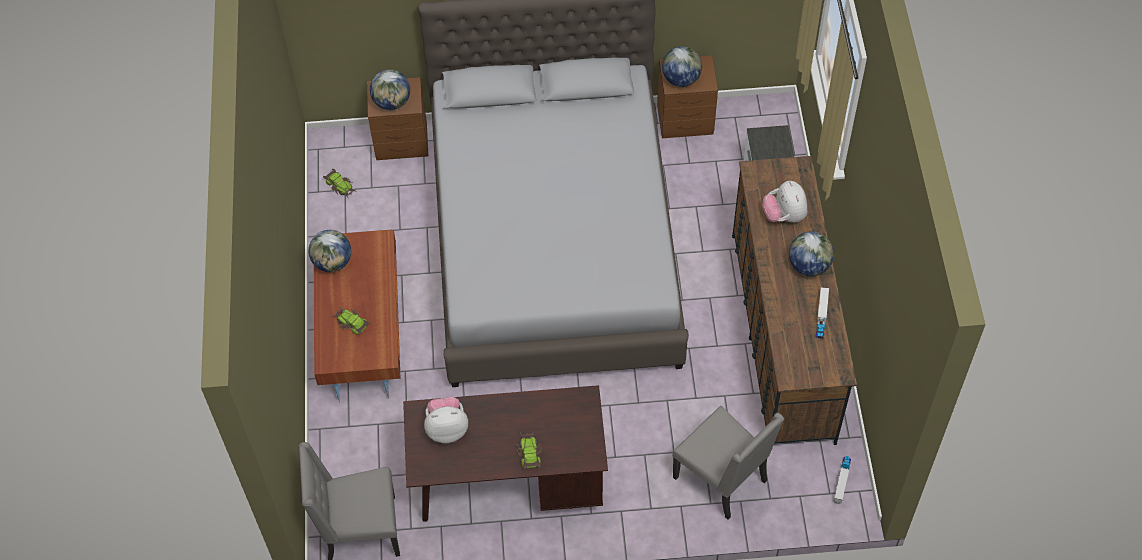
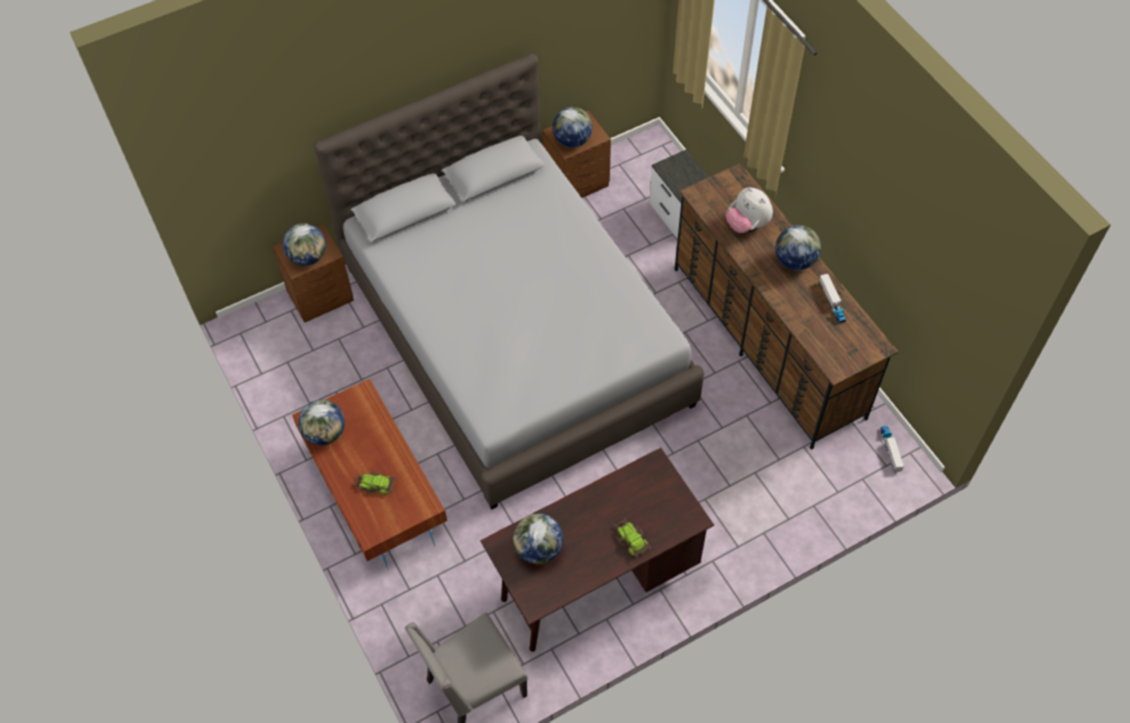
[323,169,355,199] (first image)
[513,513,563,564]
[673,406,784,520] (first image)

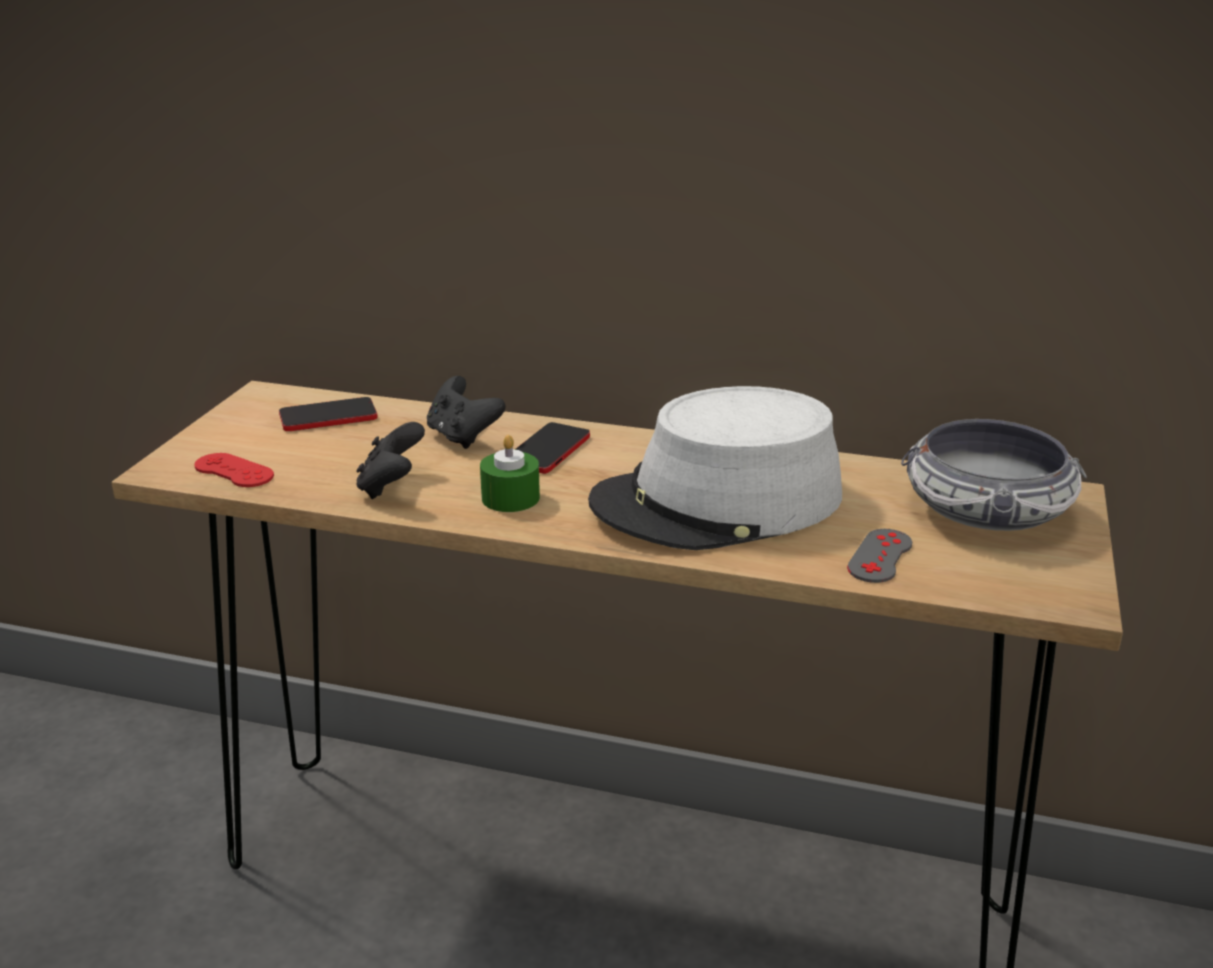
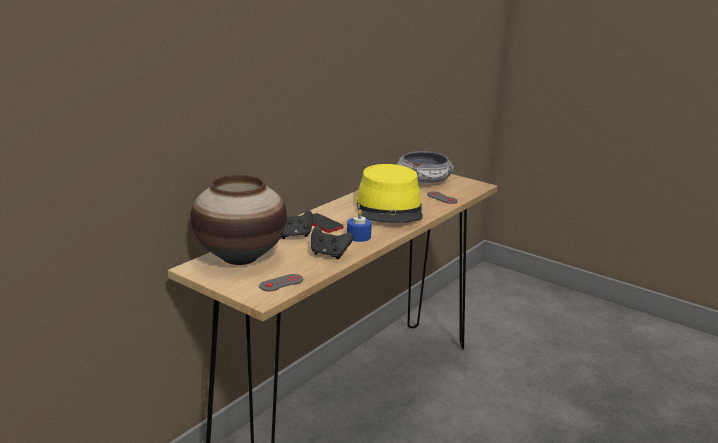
[259,274,303,291]
[190,175,287,265]
[347,210,372,242]
[355,164,423,223]

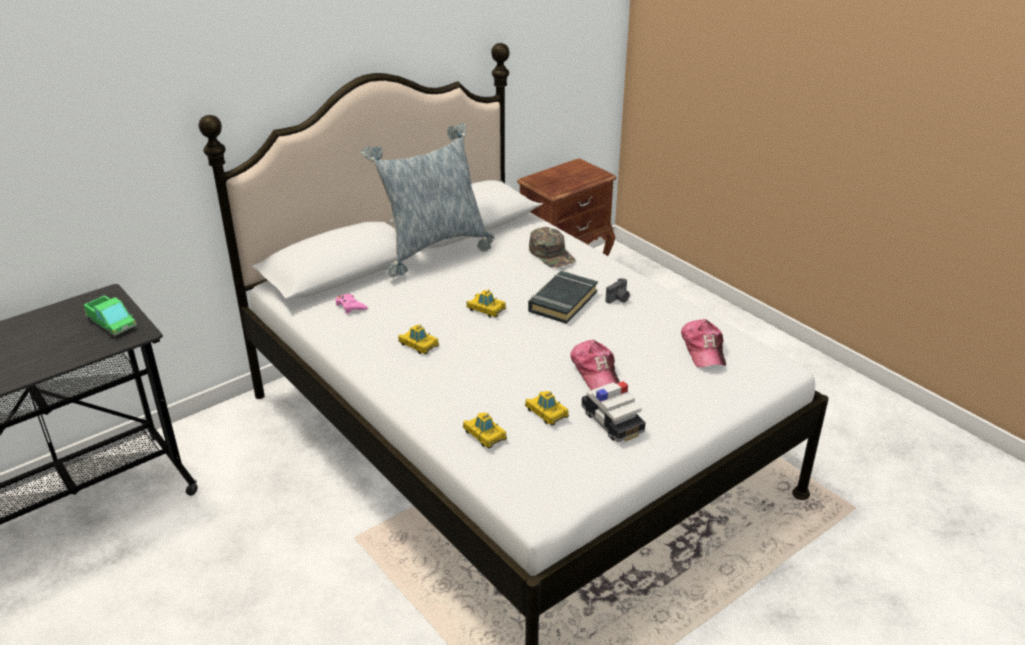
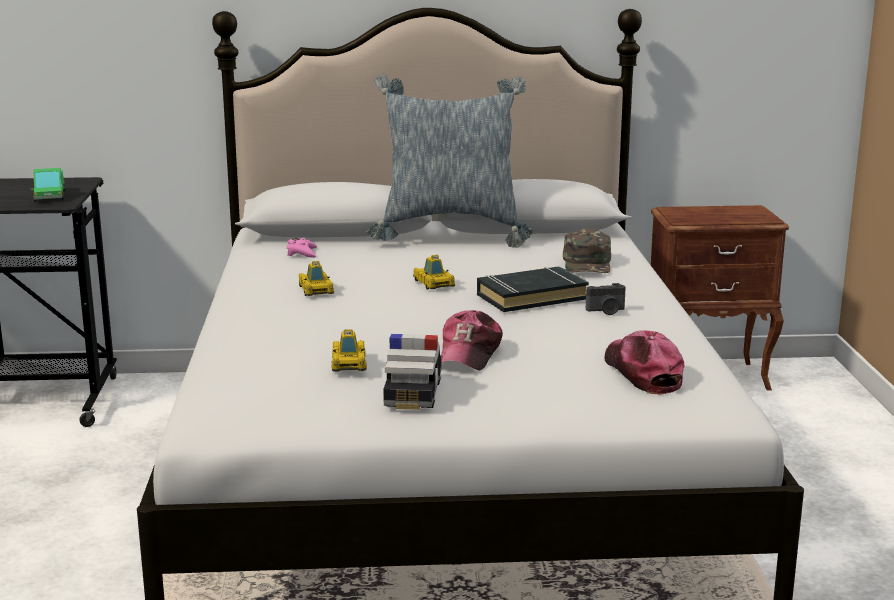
[463,412,507,448] (first image)
[604,330,684,395]

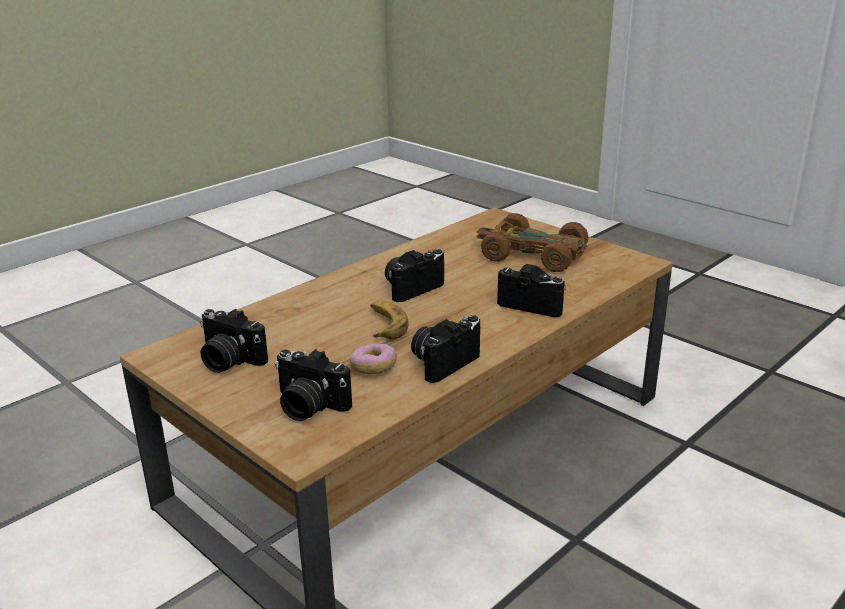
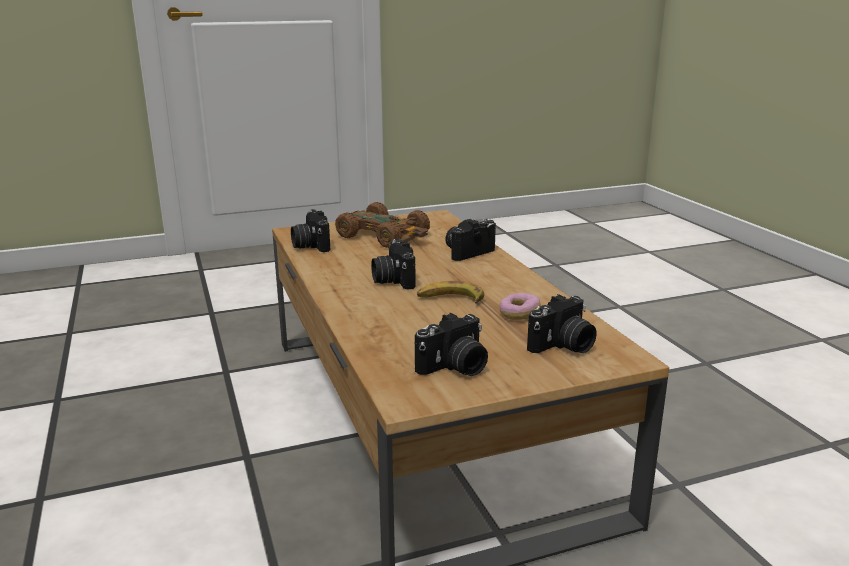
[291,209,330,252]
[335,202,430,248]

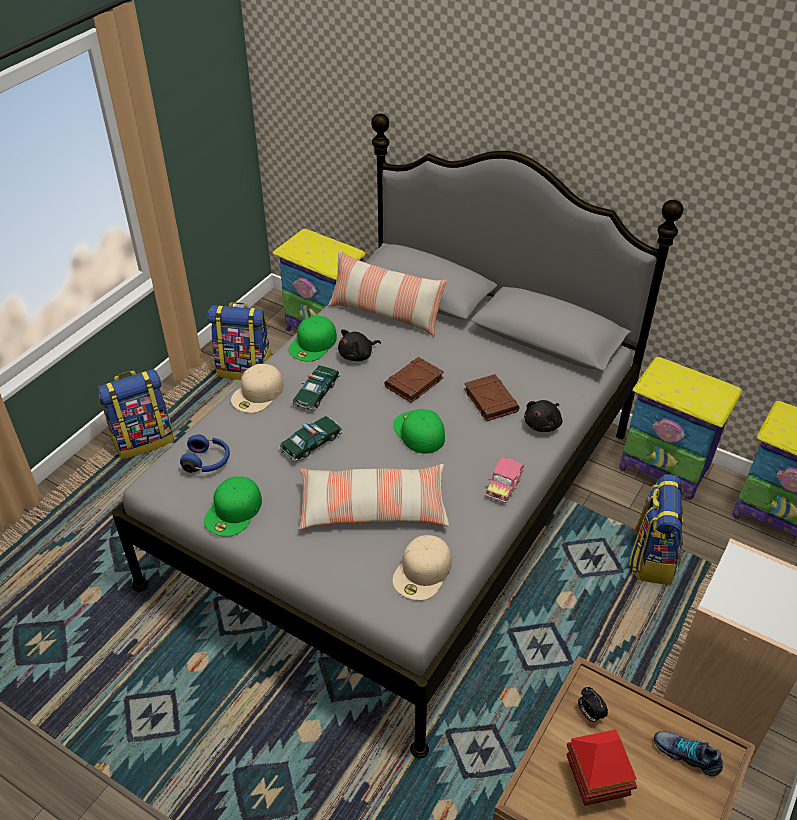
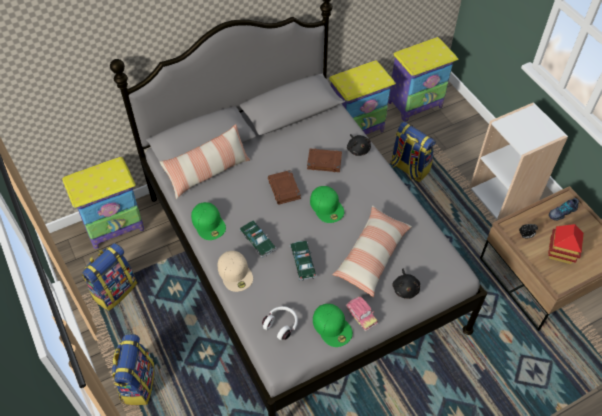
[262,306,298,340]
[392,269,420,299]
[392,535,452,601] (first image)
[310,186,344,223]
[346,297,378,331]

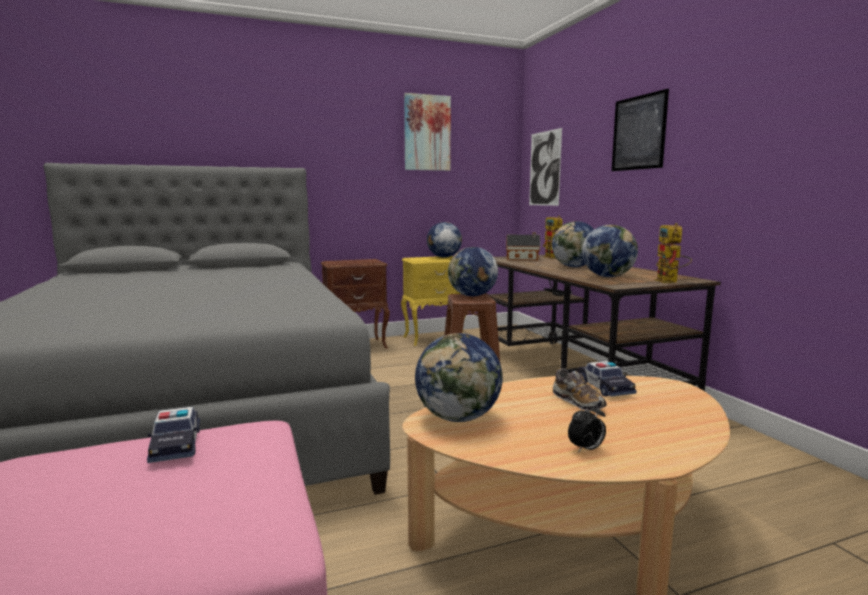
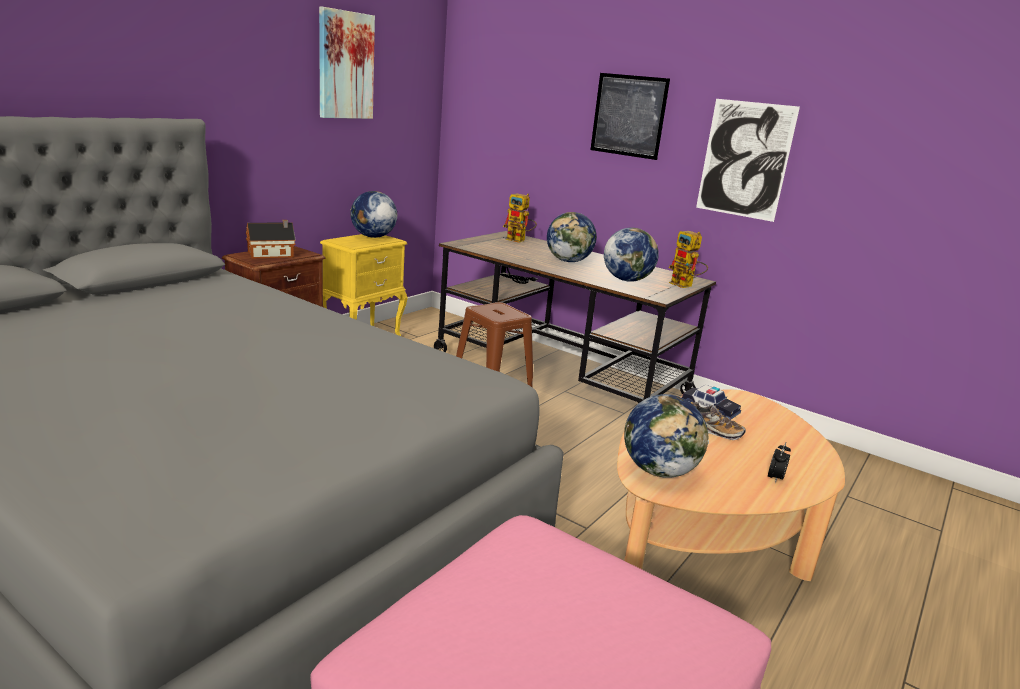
[147,407,200,463] (first image)
[448,247,498,296] (first image)
[246,220,296,258]
[696,99,800,222]

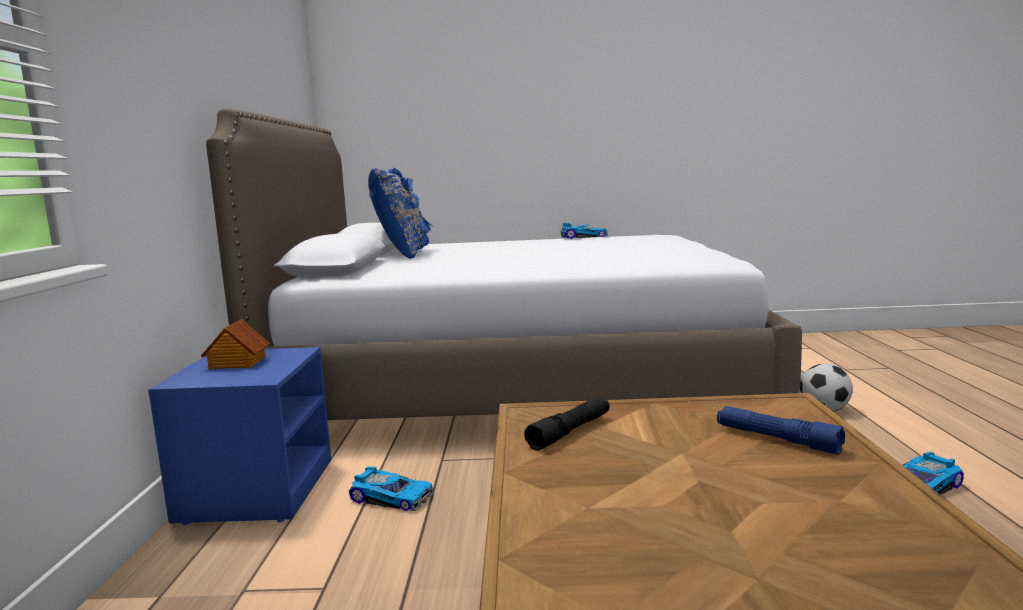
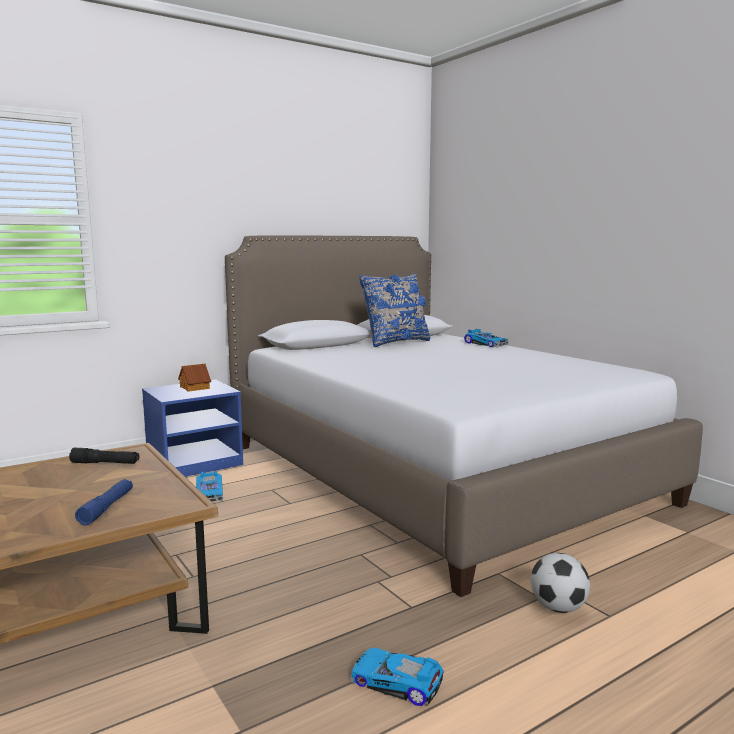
[464,329,509,347]

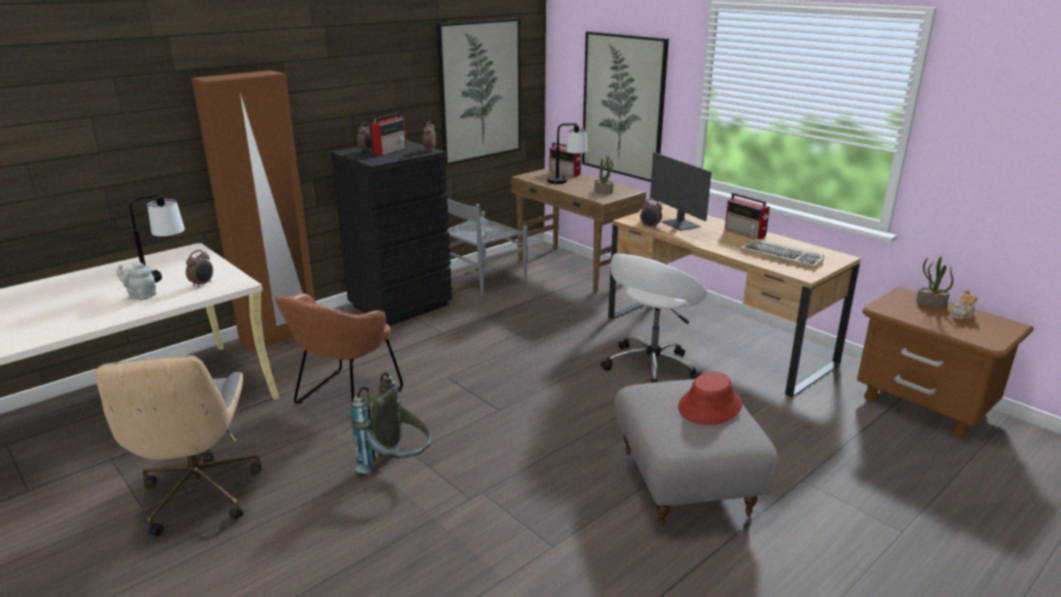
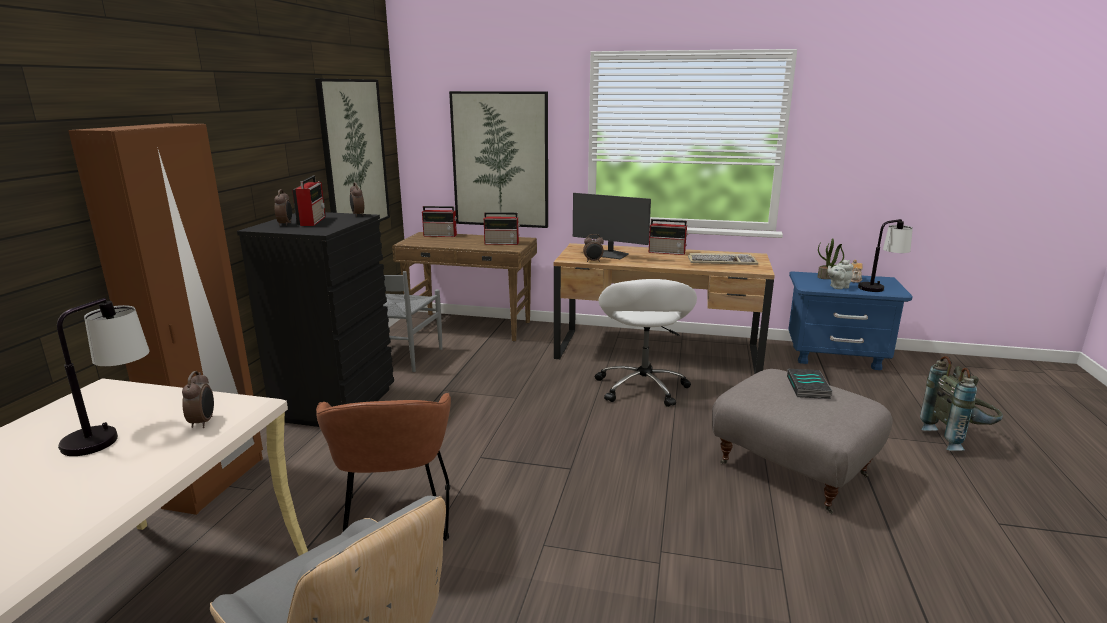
[827,260,854,289]
[920,356,1003,451]
[858,219,913,292]
[484,212,520,245]
[787,369,832,399]
[788,271,912,370]

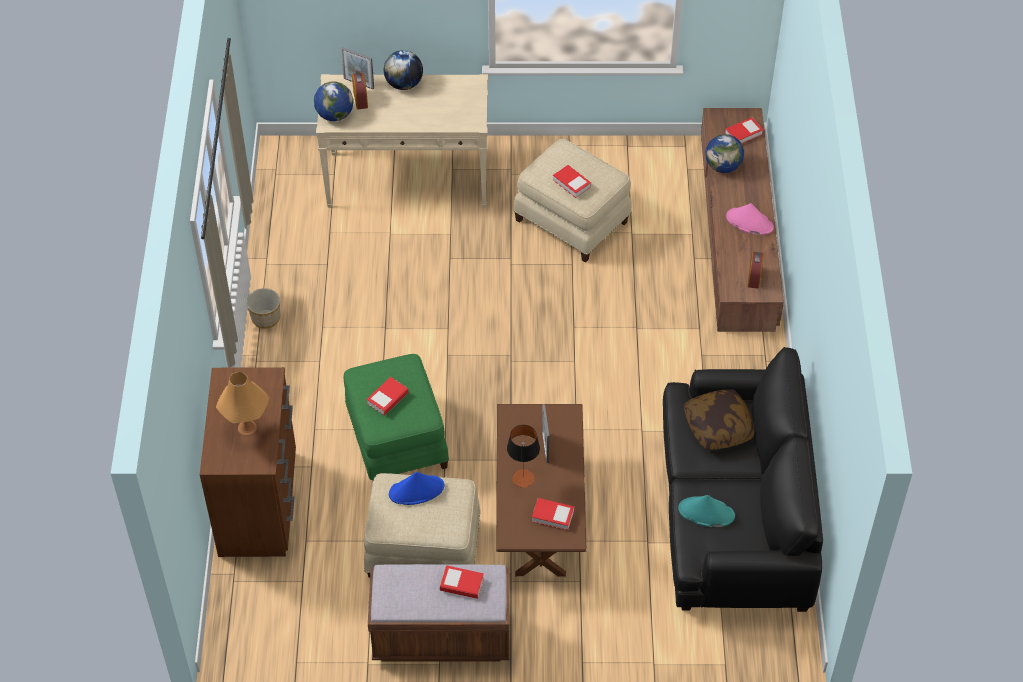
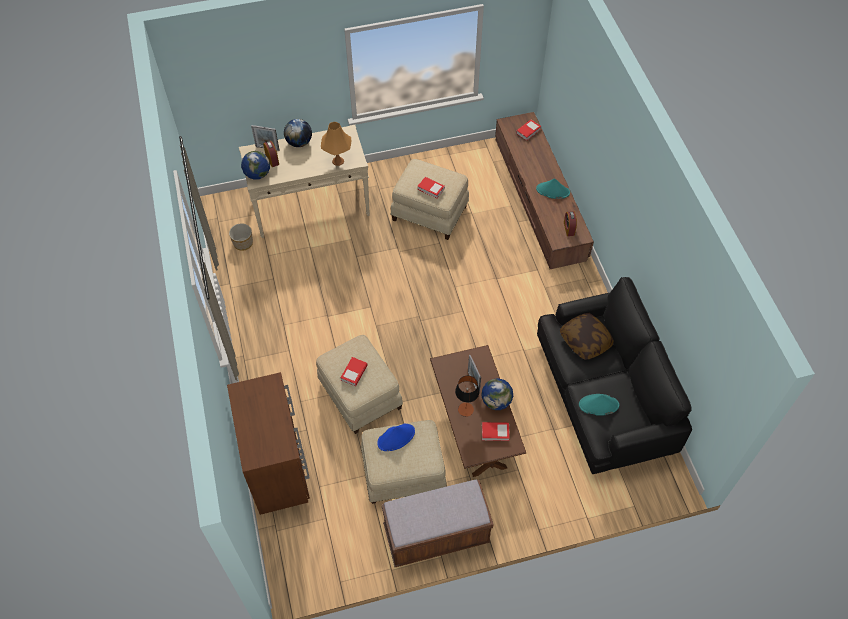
[321,122,351,166]
[229,223,253,251]
[316,335,403,434]
[440,565,484,599] (first image)
[481,378,513,410]
[536,179,570,199]

